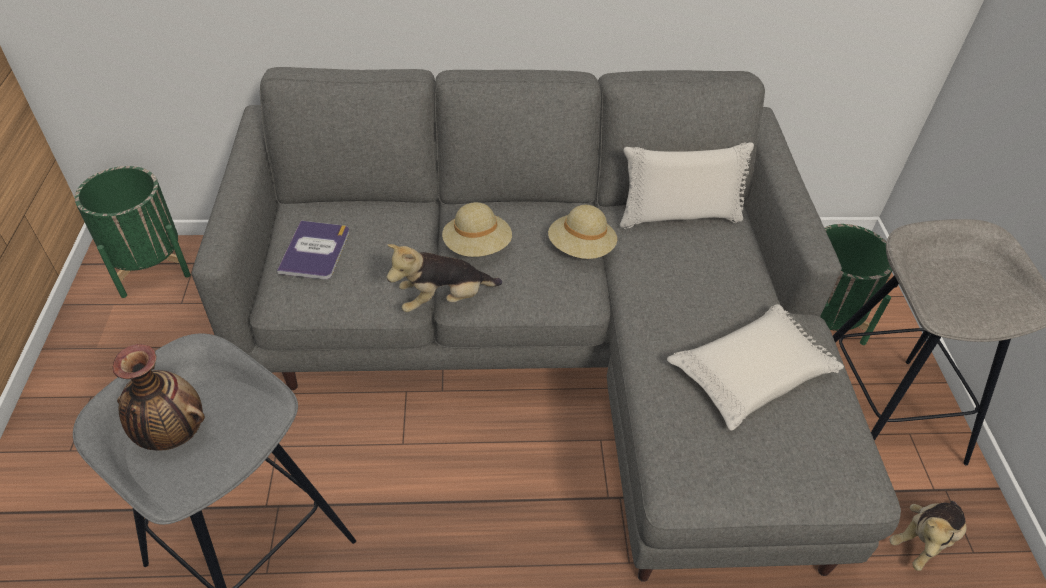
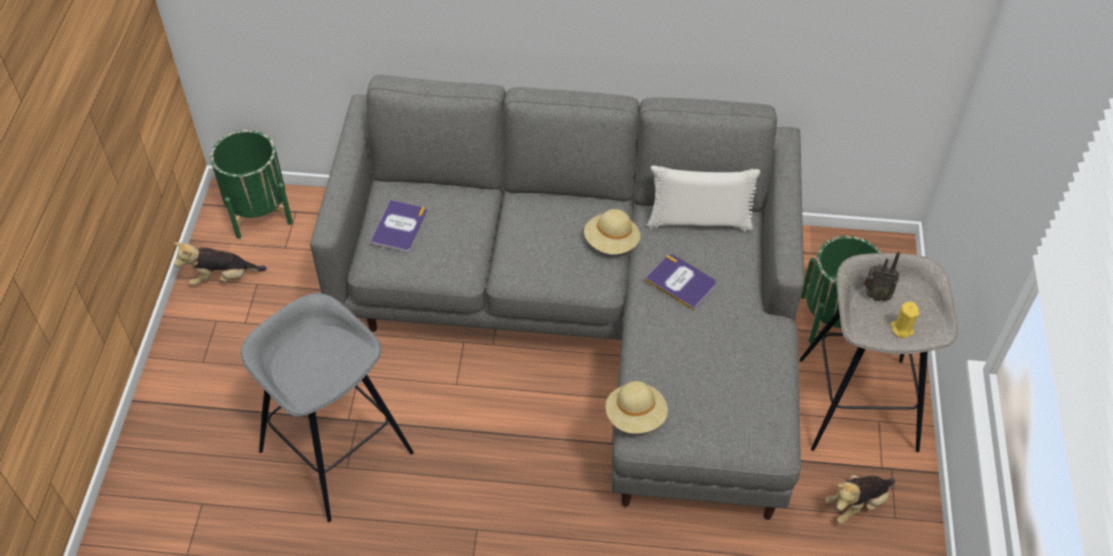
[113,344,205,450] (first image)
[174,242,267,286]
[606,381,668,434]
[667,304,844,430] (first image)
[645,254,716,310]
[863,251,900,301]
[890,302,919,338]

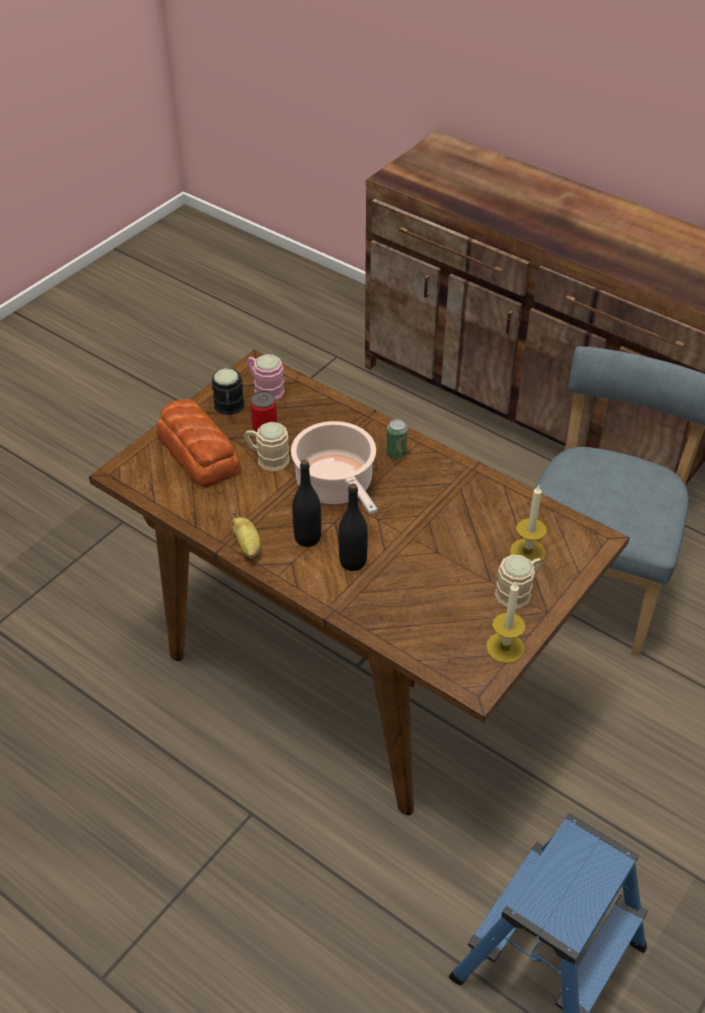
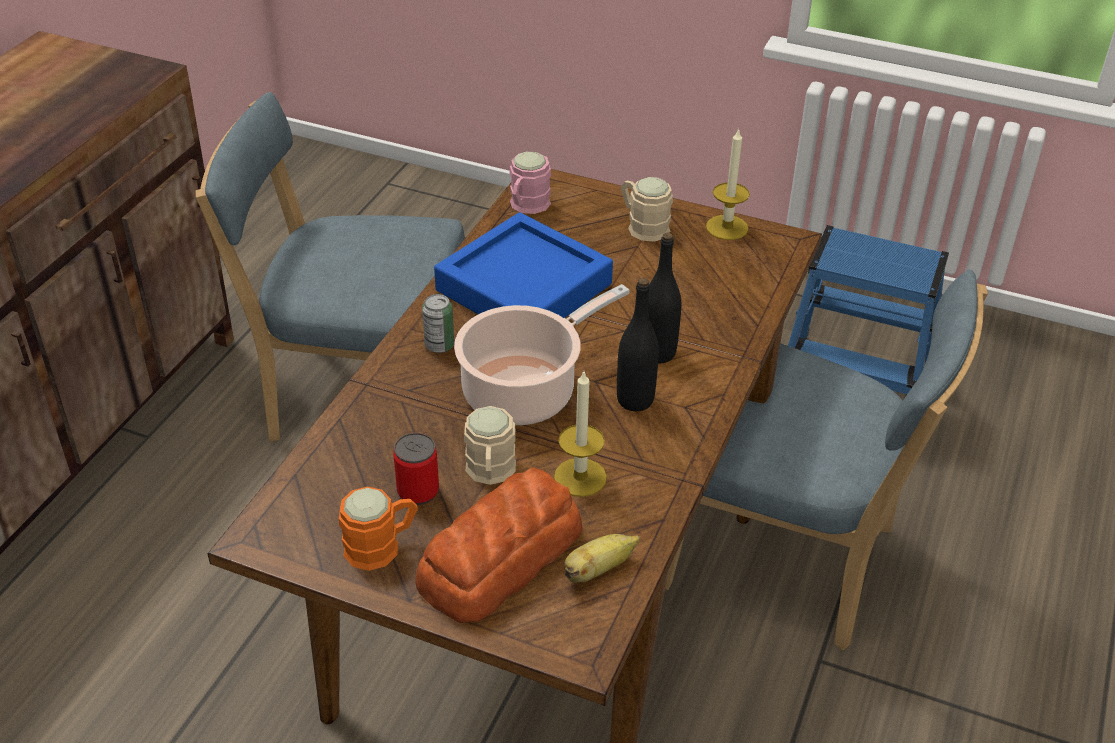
[339,487,418,571]
[564,534,640,583]
[510,151,551,214]
[554,371,607,497]
[434,212,613,318]
[665,270,988,650]

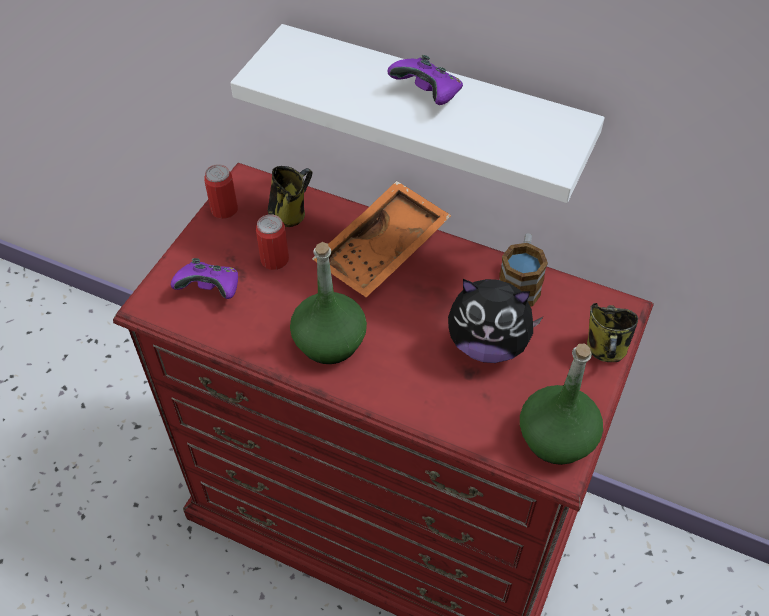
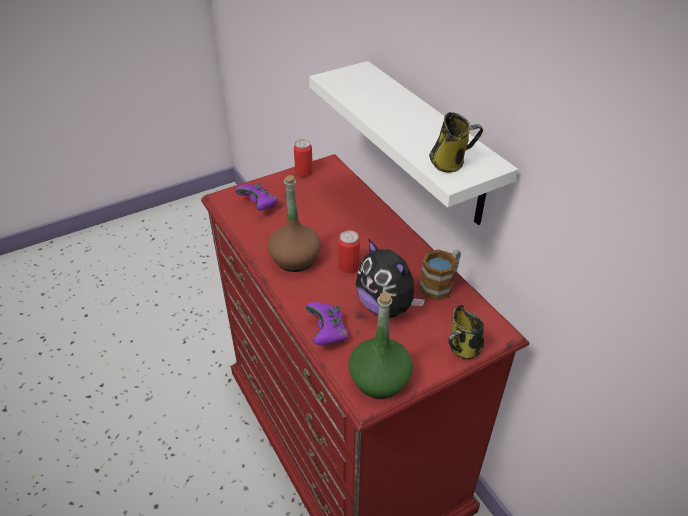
[338,230,360,274]
[429,112,483,173]
[268,175,321,272]
[312,181,452,297] (first image)
[305,302,348,345]

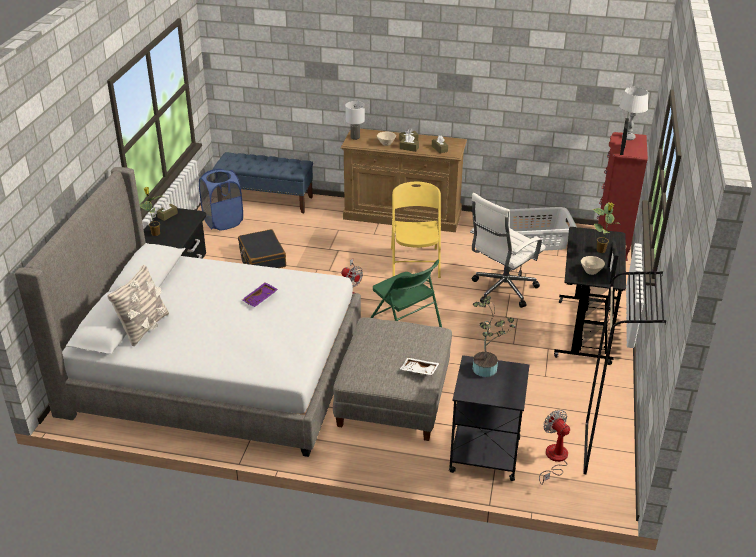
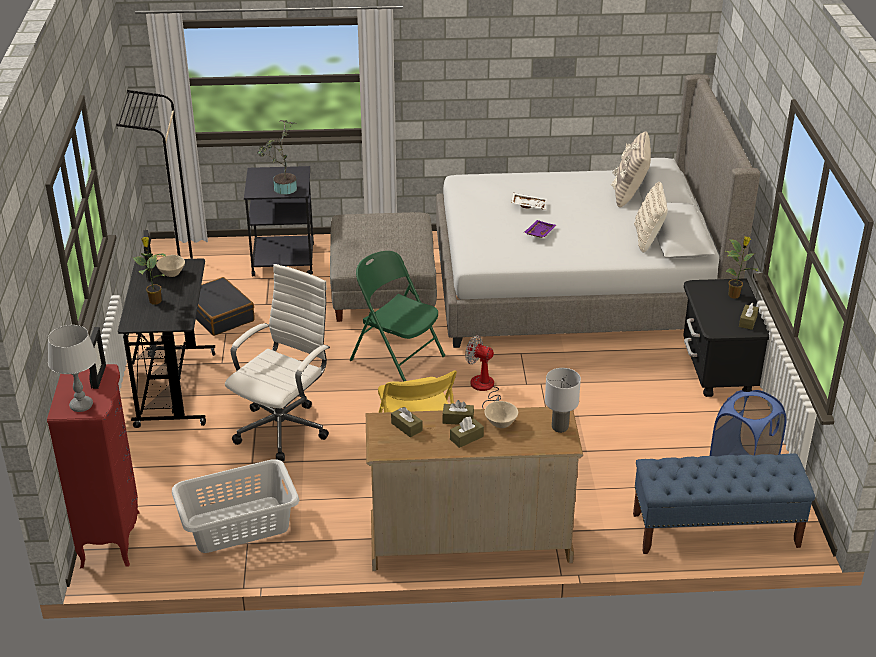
[196,277,255,336]
[511,193,547,210]
[539,410,570,485] (first image)
[634,182,668,253]

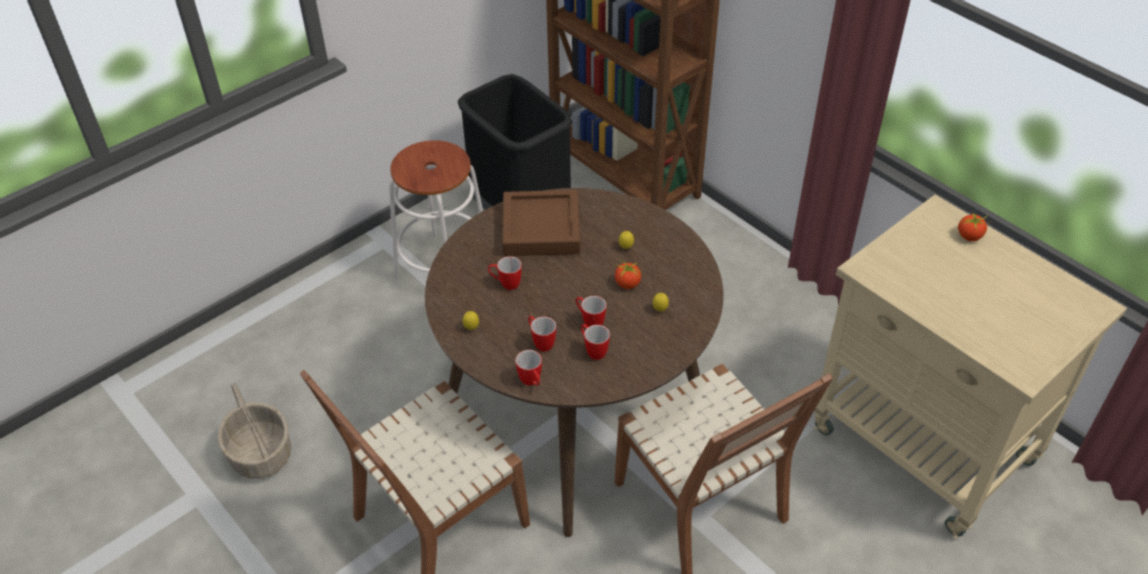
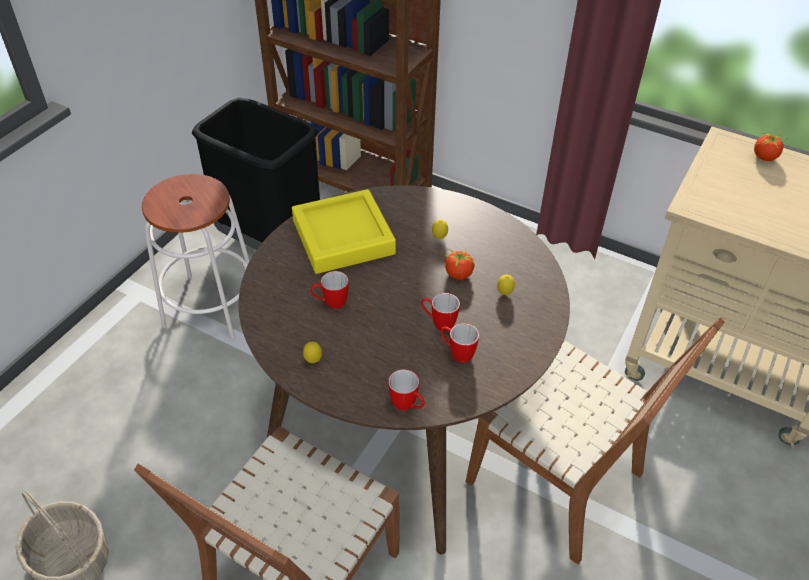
[292,189,396,274]
[528,316,556,352] (first image)

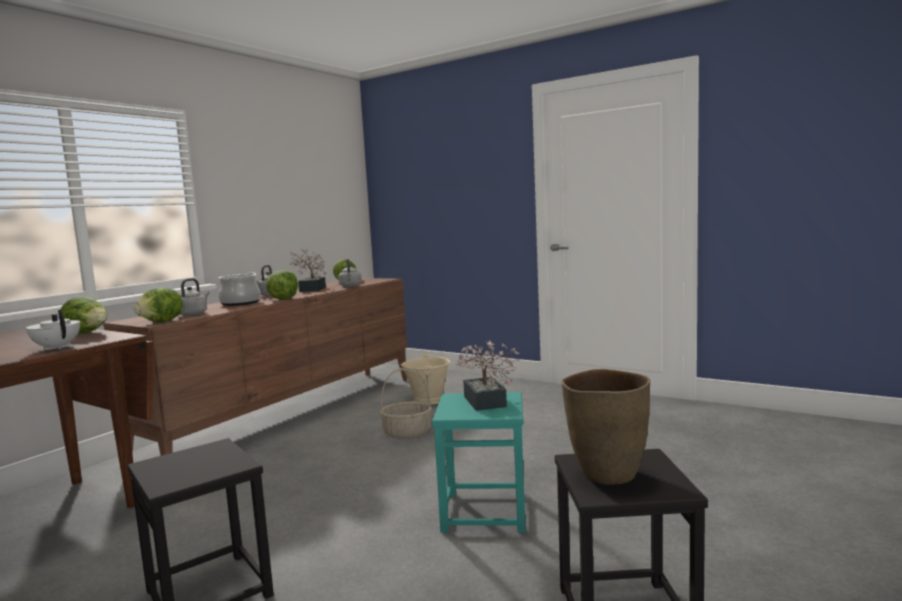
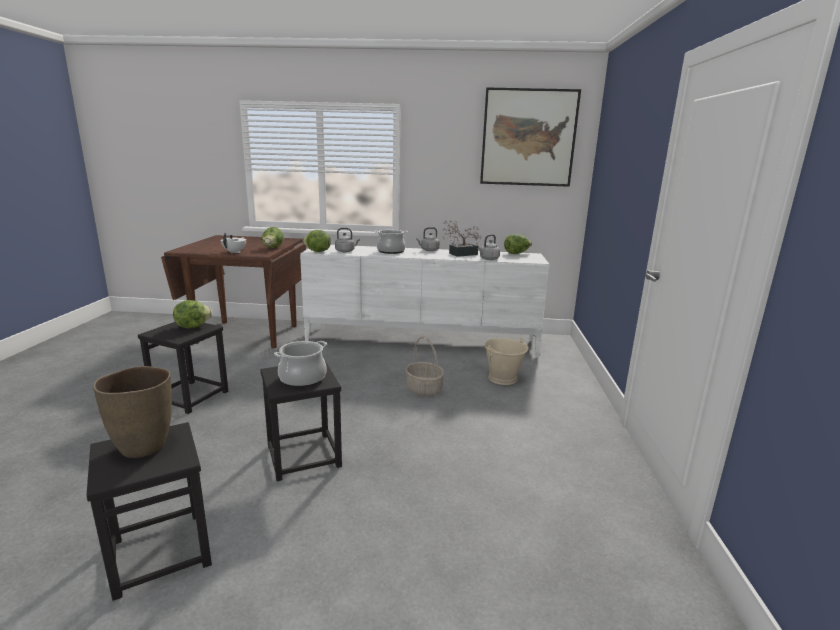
[300,245,550,358]
[173,300,212,328]
[260,361,342,481]
[274,341,327,387]
[480,87,581,187]

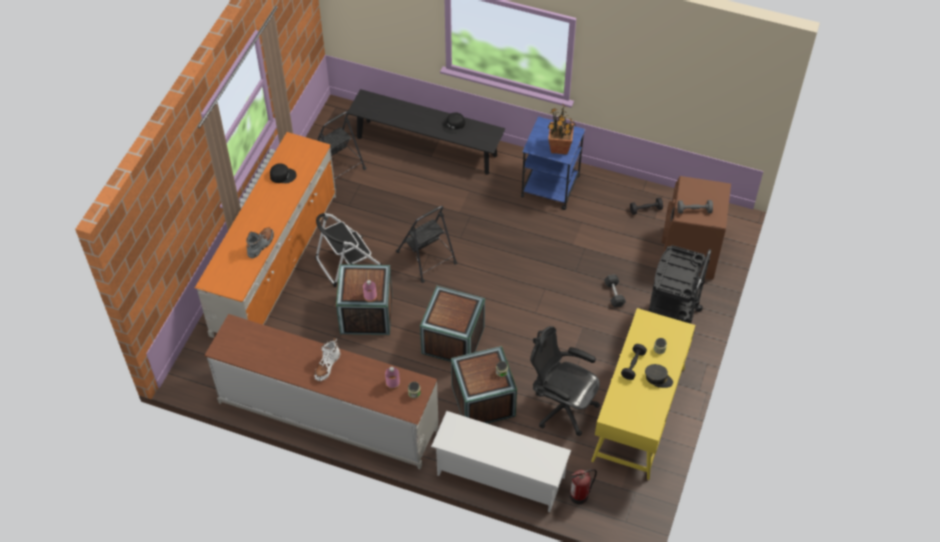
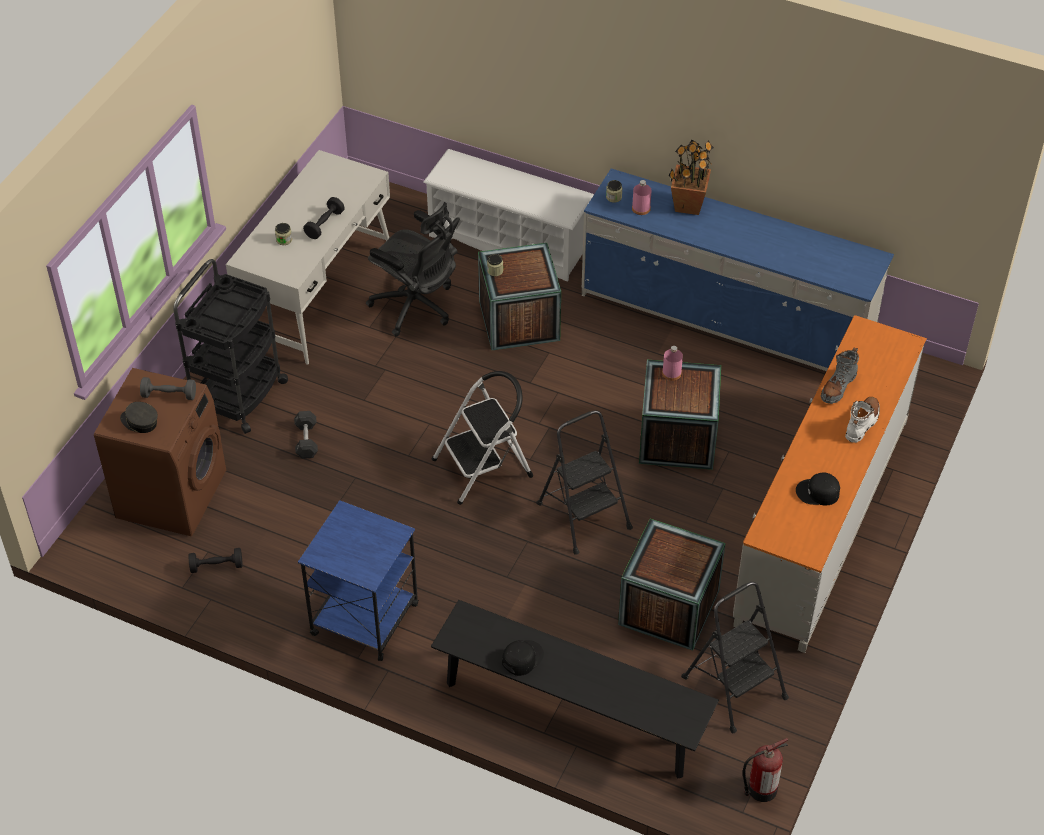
[582,168,894,371]
[845,397,880,443]
[432,371,533,505]
[618,519,726,651]
[669,140,714,215]
[743,738,788,802]
[226,150,390,365]
[120,402,158,433]

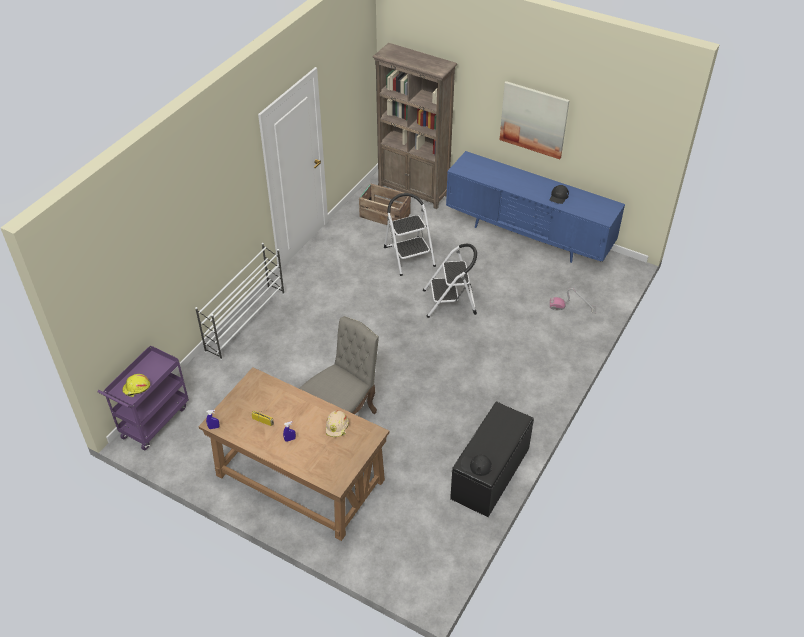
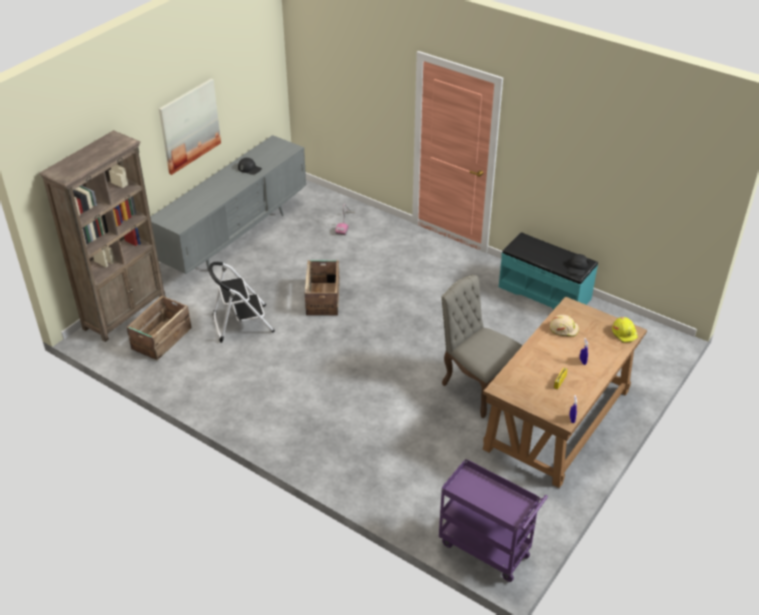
[612,317,638,343]
[195,243,285,360] (first image)
[305,260,340,315]
[150,135,306,274]
[499,232,598,309]

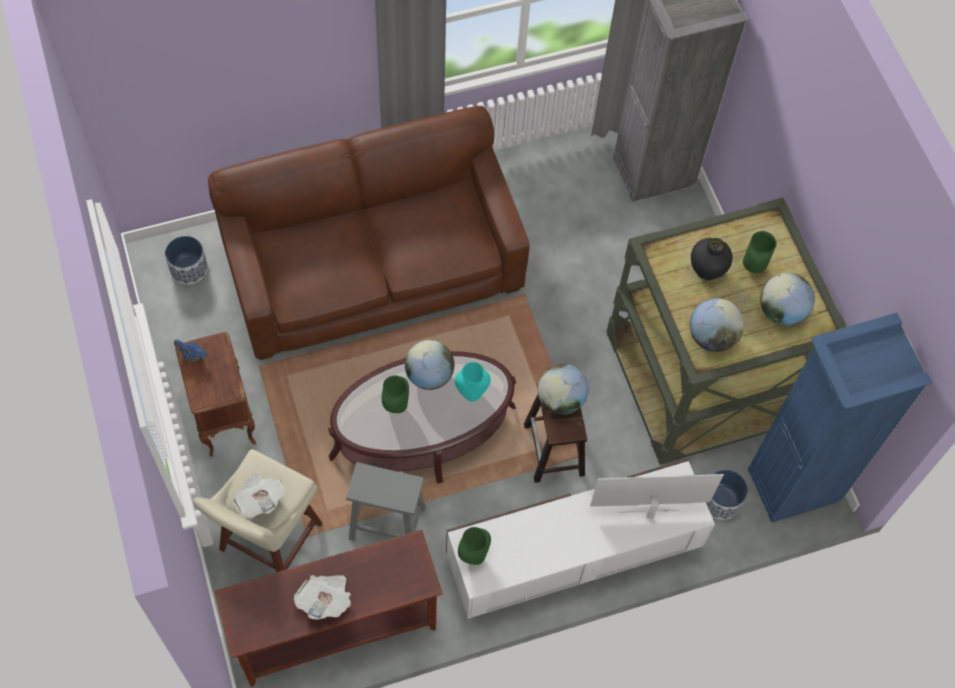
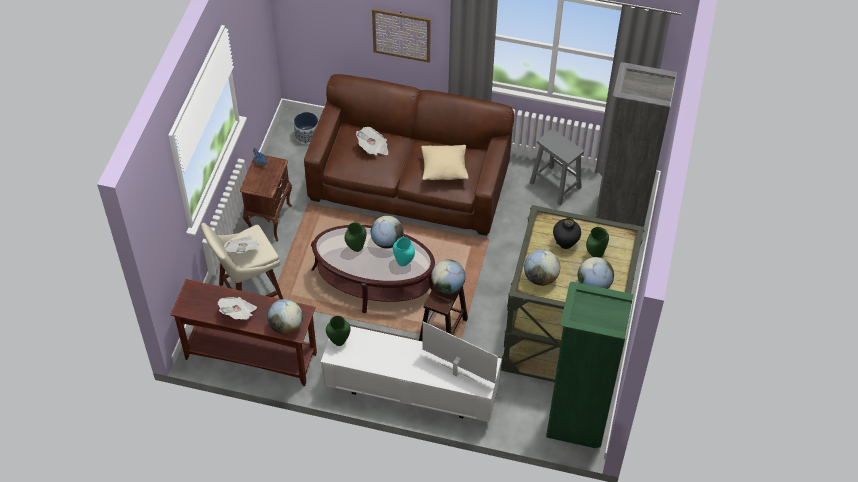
[530,129,584,206]
[706,470,748,520] (first image)
[546,282,634,448]
[267,299,303,335]
[356,127,388,155]
[372,8,431,63]
[421,145,469,180]

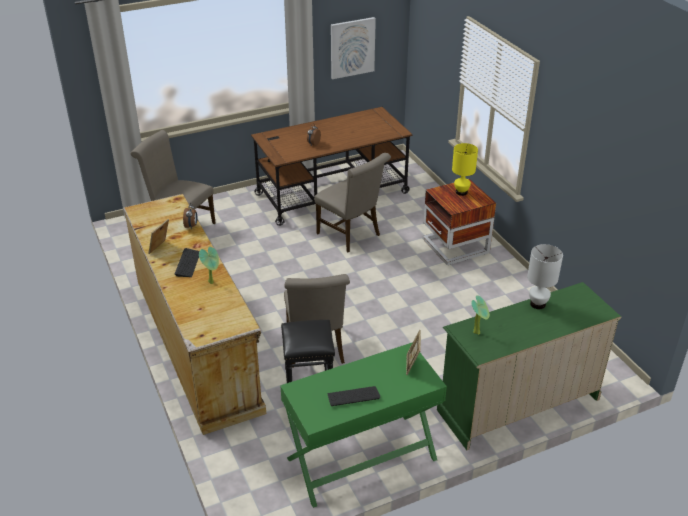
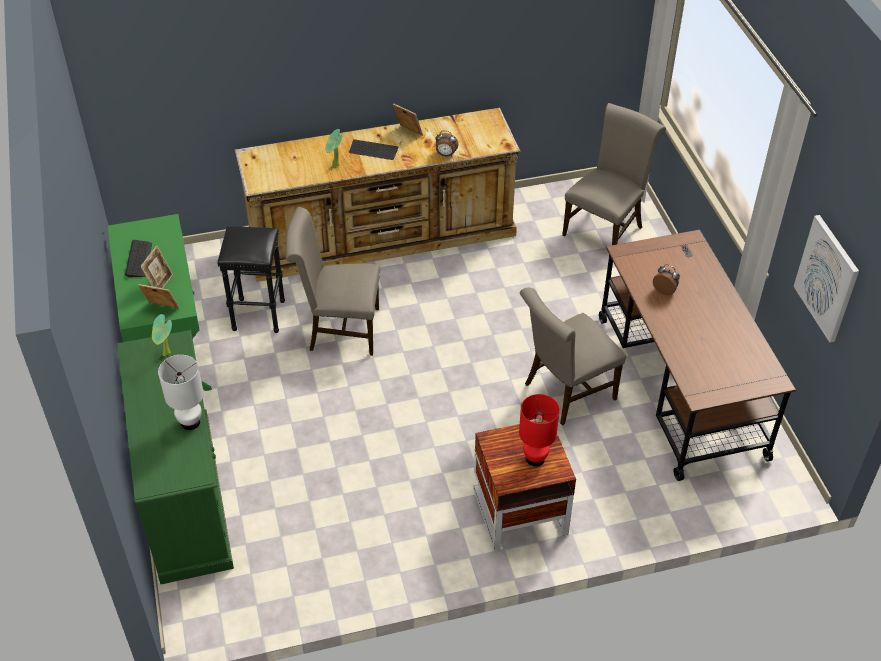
[519,394,560,467]
[140,246,173,288]

